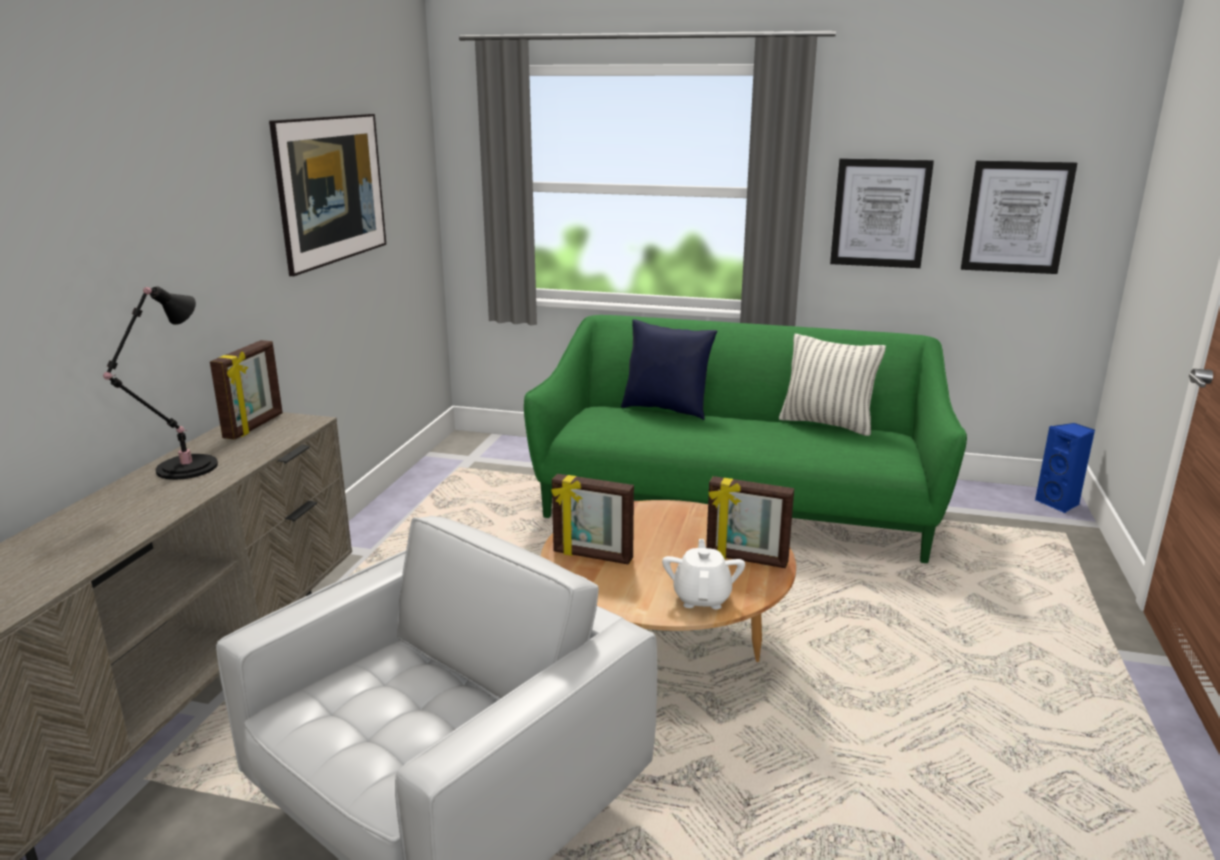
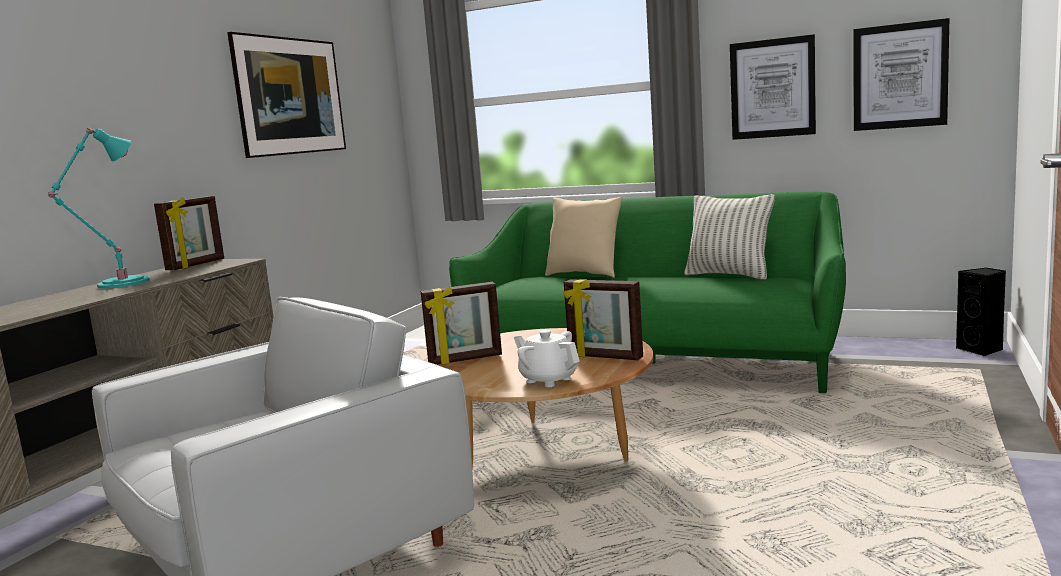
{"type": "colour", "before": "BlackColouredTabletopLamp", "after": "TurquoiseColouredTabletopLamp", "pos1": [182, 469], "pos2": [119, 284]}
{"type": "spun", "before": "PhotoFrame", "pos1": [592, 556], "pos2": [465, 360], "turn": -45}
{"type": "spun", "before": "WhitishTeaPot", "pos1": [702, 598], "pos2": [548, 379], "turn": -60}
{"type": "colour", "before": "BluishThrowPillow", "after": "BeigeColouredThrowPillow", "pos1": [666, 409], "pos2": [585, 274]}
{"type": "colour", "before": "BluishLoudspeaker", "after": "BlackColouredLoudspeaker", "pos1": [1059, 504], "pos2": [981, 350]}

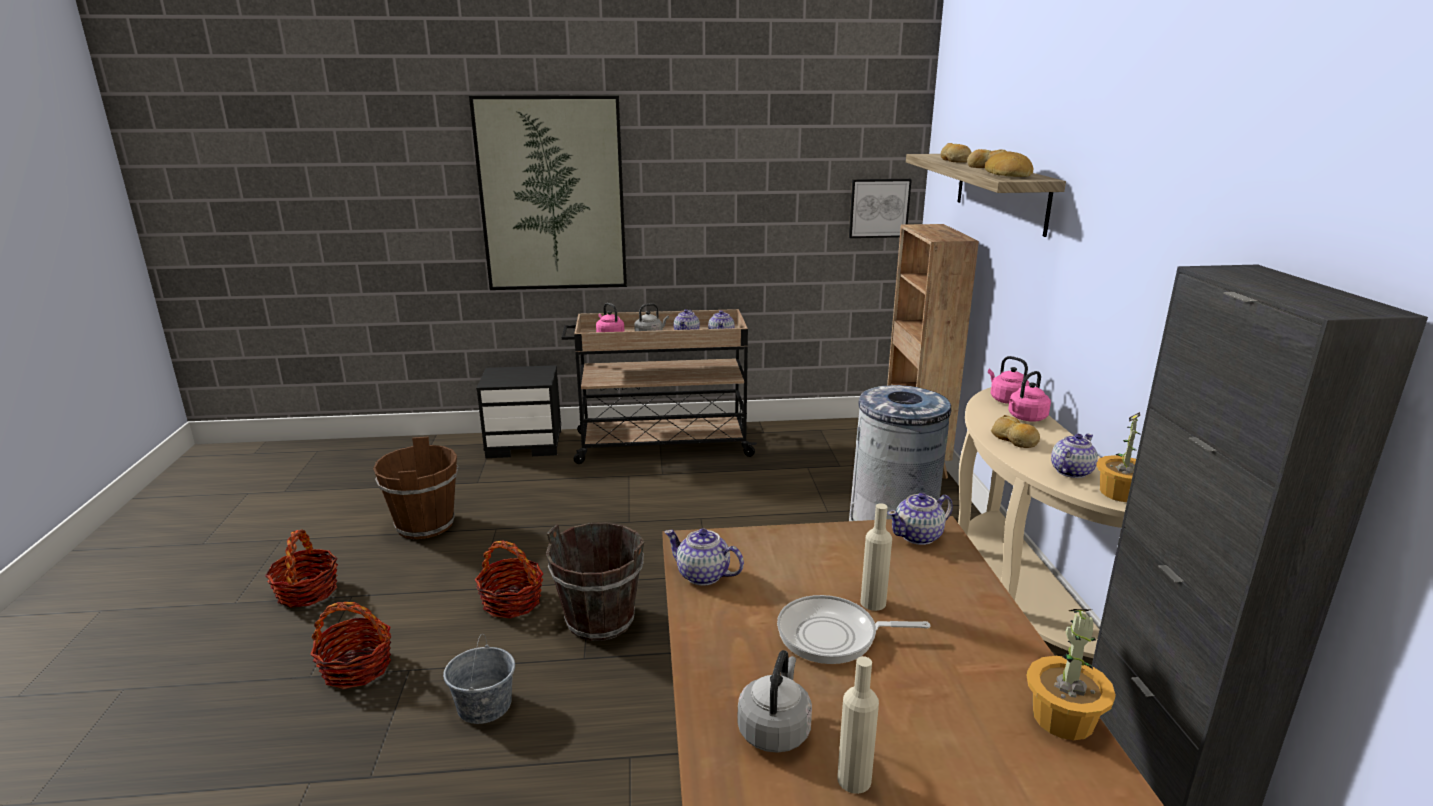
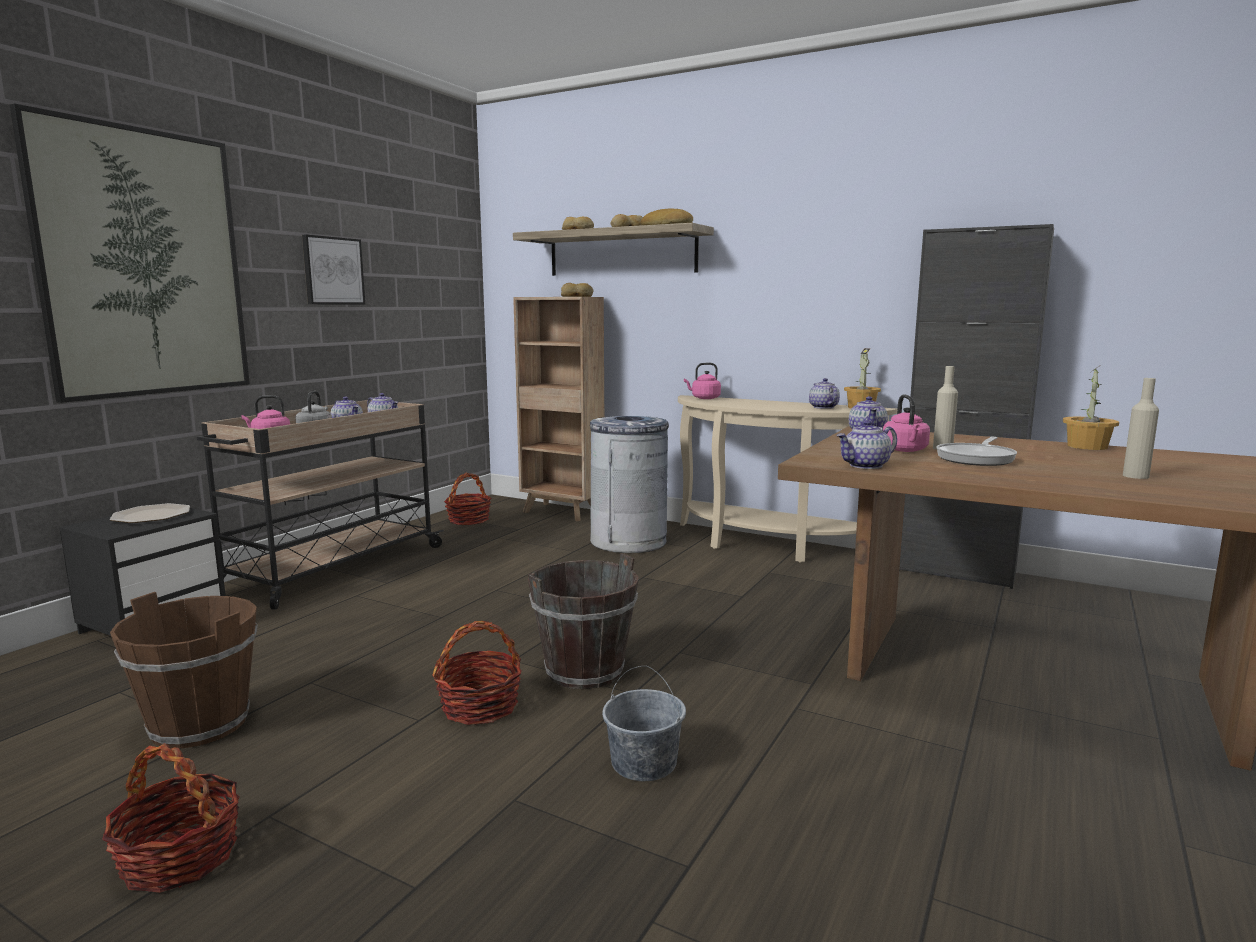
{"type": "appeared", "after": "Plate", "pos2": [152, 515]}
{"type": "relocated", "before": "Picture", "pos1": [878, 208], "pos2": [332, 271]}
{"type": "relocated", "before": "StorageBasket", "pos1": [357, 668], "pos2": [468, 520]}
{"type": "relocated", "before": "Bread", "pos1": [1014, 440], "pos2": [577, 296]}
{"type": "relocated", "before": "PinkTeaKettle", "pos1": [1025, 418], "pos2": [905, 450]}
{"type": "missing", "before": "GreyishTeaKettle", "pos1": [775, 729]}

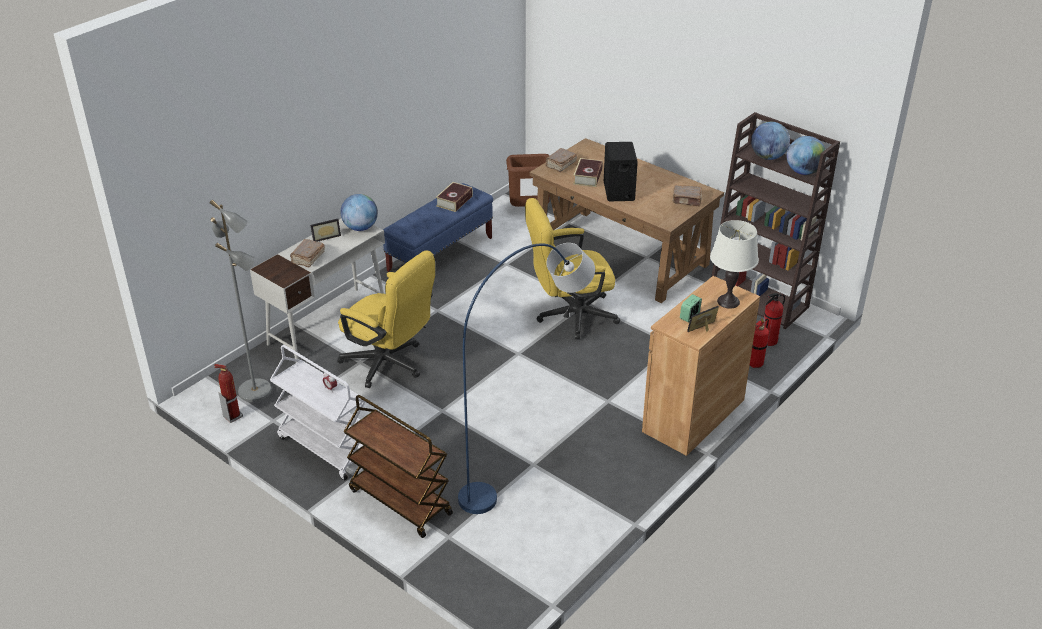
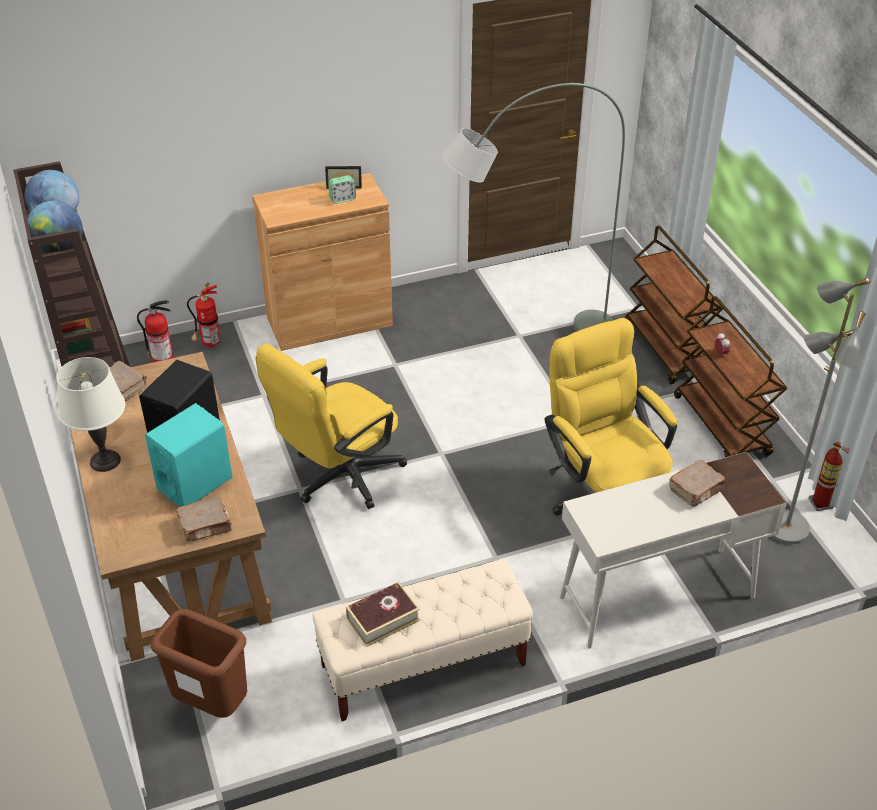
{"type": "relocated", "before": "WhitishTabletopLamp", "pos1": [728, 301], "pos2": [105, 461]}
{"type": "exchanged", "before": "Book", "after": "TurquoiseColouredLoudspeaker", "pos1": [588, 177], "pos2": [195, 483]}
{"type": "spun", "before": "YellowishOfficeChair", "pos1": [569, 316], "pos2": [338, 478], "turn": 120}
{"type": "colour", "before": "BluishBench", "after": "BeigeColouredBench", "pos1": [440, 254], "pos2": [423, 666]}
{"type": "colour", "before": "BluishStandardLamp", "after": "GreyishStandardLamp", "pos1": [527, 462], "pos2": [523, 339]}
{"type": "colour", "before": "WhitishCart", "after": "BrownColouredCart", "pos1": [325, 448], "pos2": [722, 426]}
{"type": "missing", "before": "PhotoFrame", "pos1": [325, 236]}
{"type": "missing", "before": "Globe", "pos1": [360, 227]}

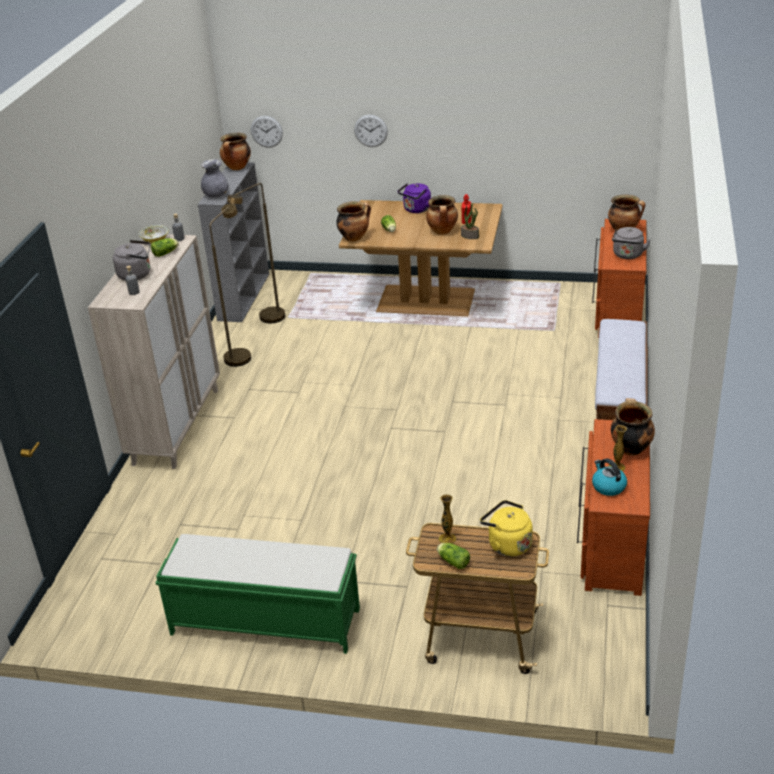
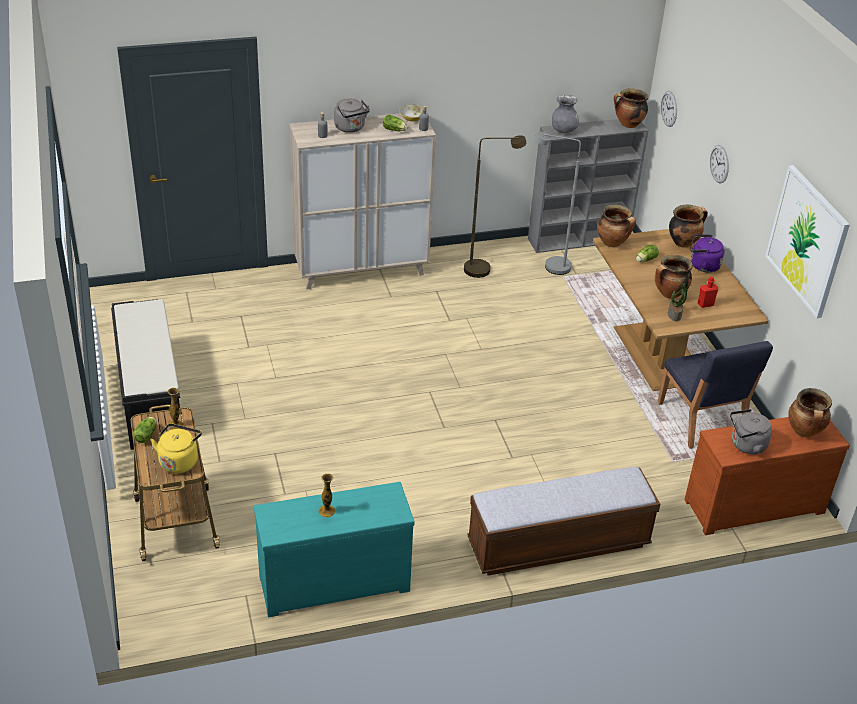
{"type": "colour", "before": "GreenColouredBench", "after": "BlackColouredBench", "pos1": [264, 621], "pos2": [150, 395]}
{"type": "colour", "before": "BrownColouredChestOfDrawers", "after": "TurquoiseColouredChestOfDrawers", "pos1": [610, 543], "pos2": [333, 580]}
{"type": "colour", "before": "BrownColouredStandardLamp", "after": "GreyishStandardLamp", "pos1": [268, 320], "pos2": [550, 266]}
{"type": "appeared", "after": "BluishPlainChair", "pos2": [701, 421]}
{"type": "relocated", "before": "CookingPot", "pos1": [630, 448], "pos2": [683, 242]}
{"type": "appeared", "after": "Picture", "pos2": [807, 241]}
{"type": "missing", "before": "TeaKettle", "pos1": [608, 486]}

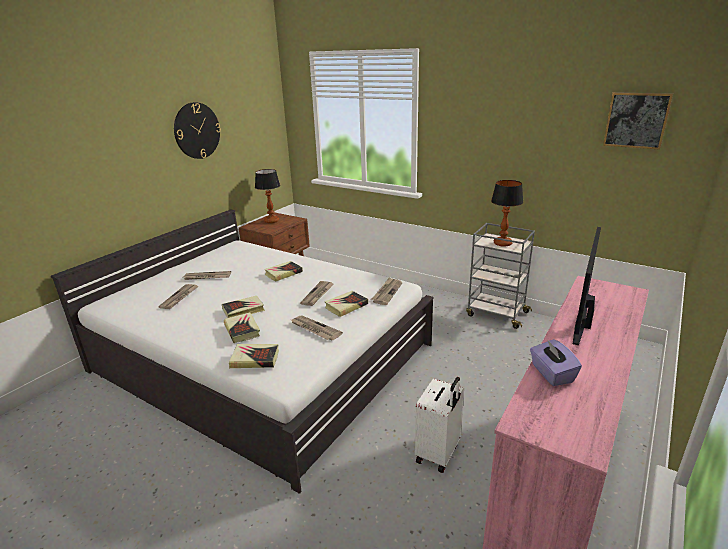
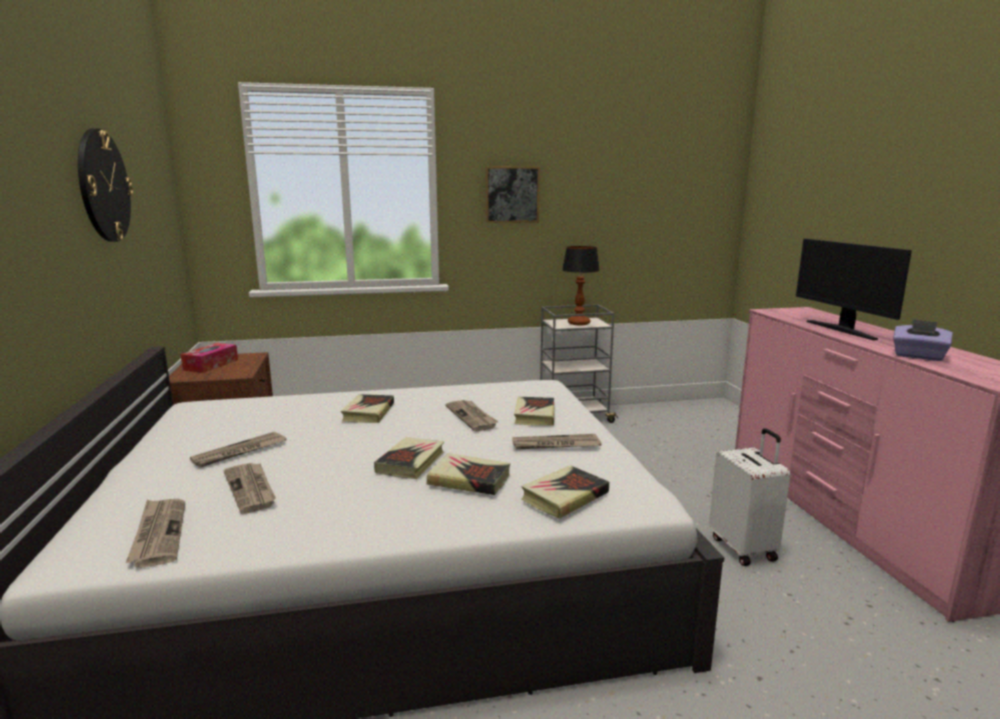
{"type": "relocated", "before": "Newspaper", "pos1": [387, 292], "pos2": [158, 534]}
{"type": "exchanged", "before": "TabletopLamp", "after": "TissueHolder", "pos1": [271, 221], "pos2": [211, 365]}
{"type": "relocated", "before": "Picture", "pos1": [636, 120], "pos2": [512, 194]}

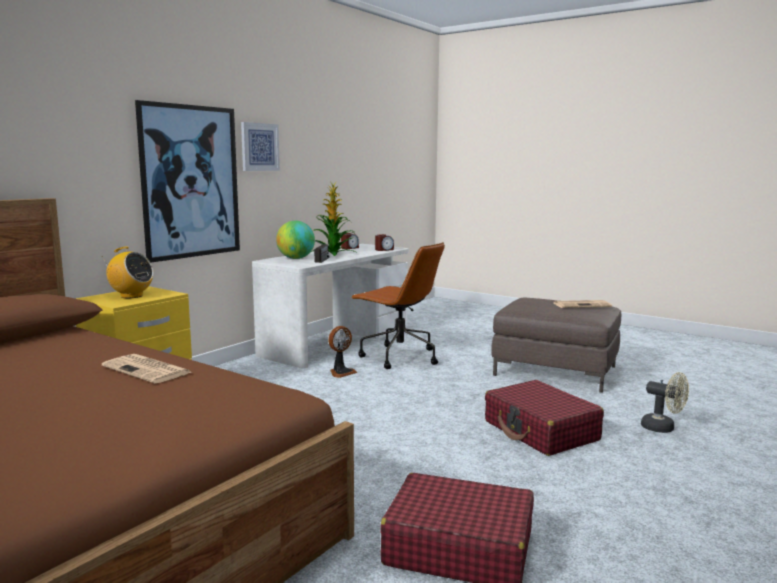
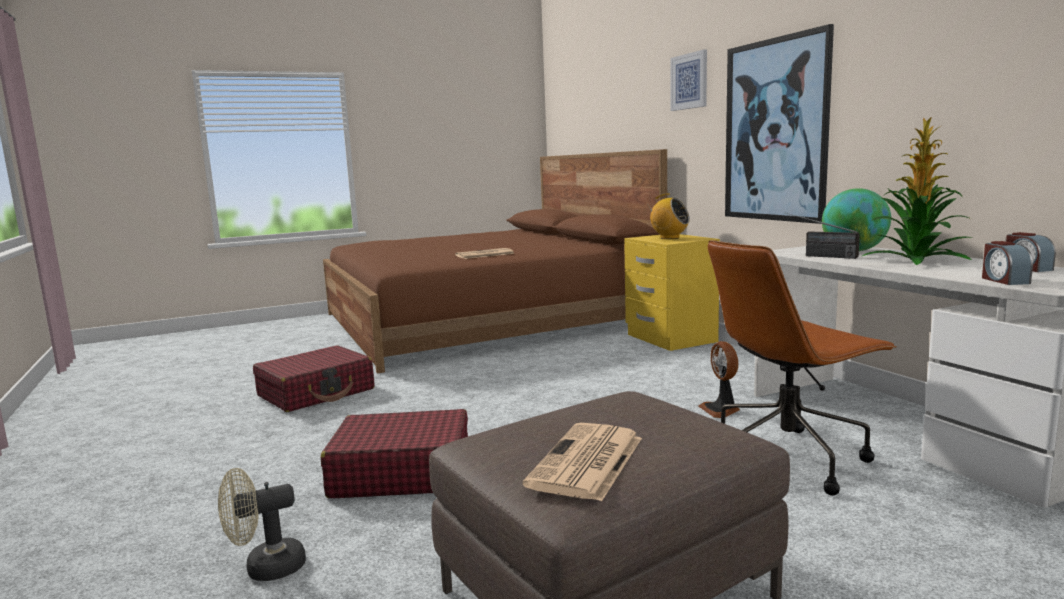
{"type": "spun", "before": "Radio", "pos1": [131, 296], "pos2": [669, 238], "turn": -105}
{"type": "relocated", "before": "Picture", "pos1": [259, 147], "pos2": [689, 81]}

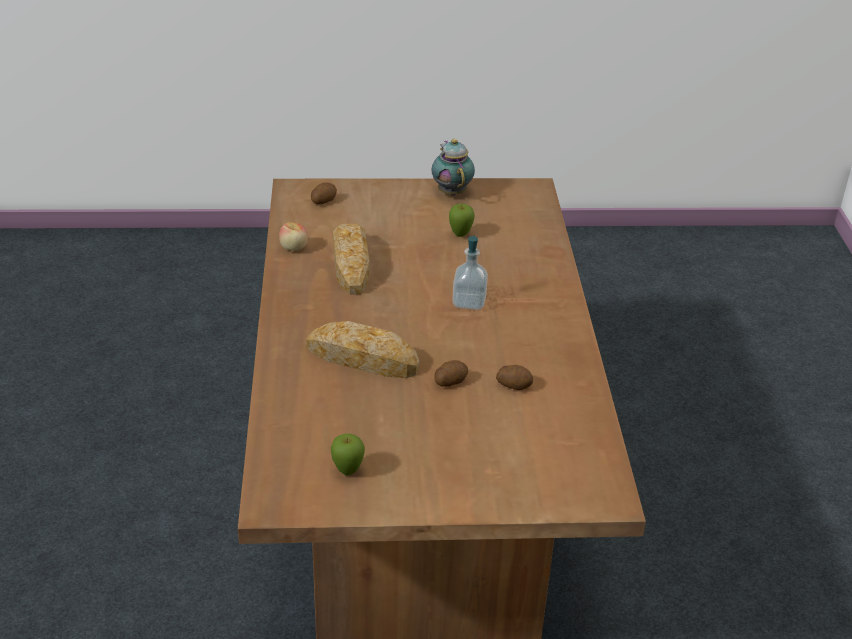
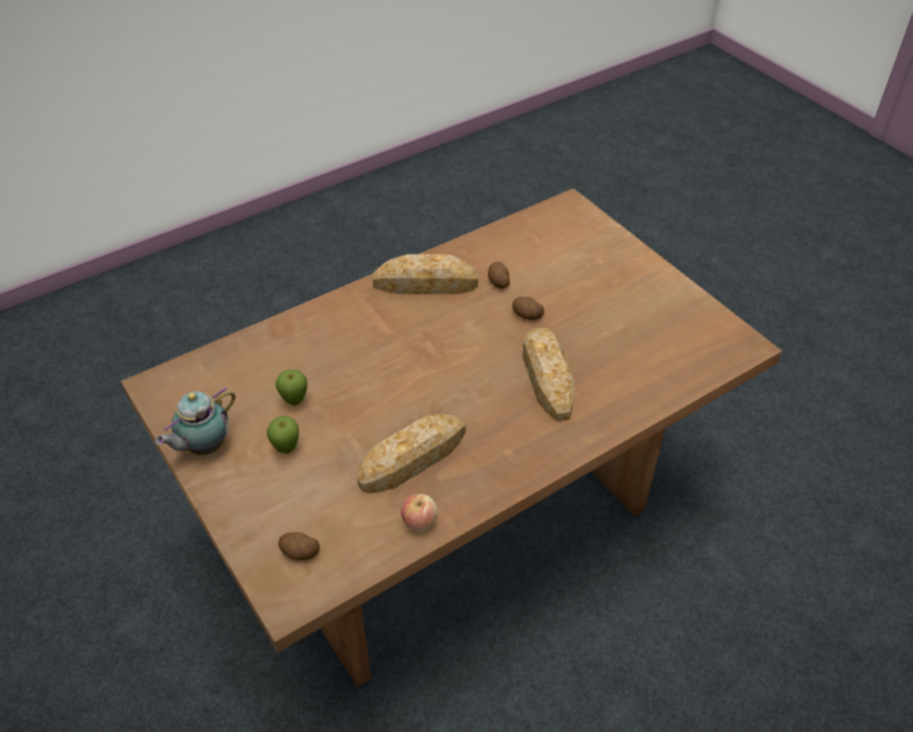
{"type": "relocated", "before": "Apple", "pos1": [348, 471], "pos2": [286, 449]}
{"type": "appeared", "after": "Bread", "pos2": [425, 283]}
{"type": "missing", "before": "SoapDispenser", "pos1": [469, 302]}

